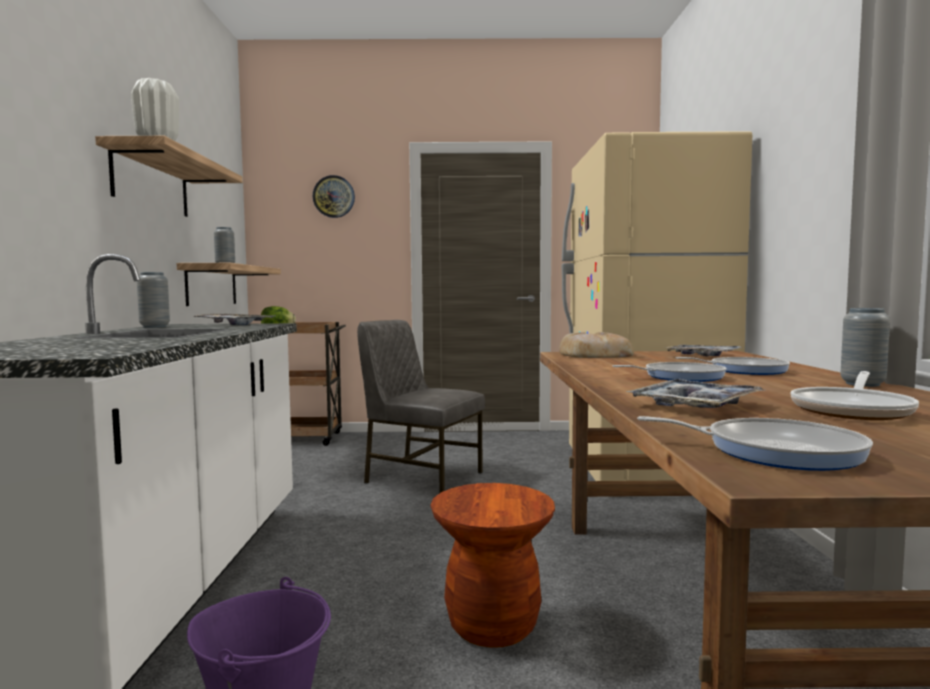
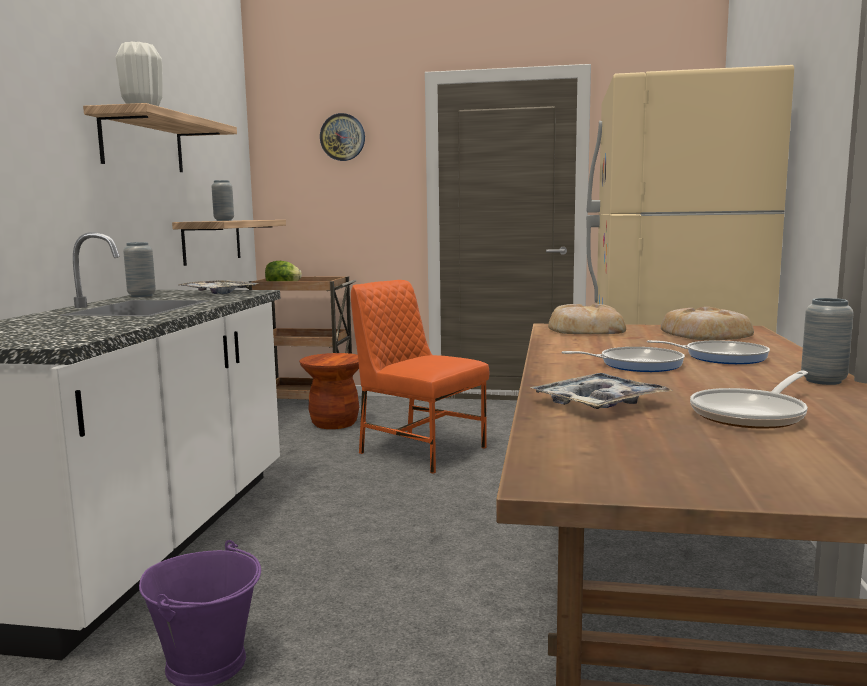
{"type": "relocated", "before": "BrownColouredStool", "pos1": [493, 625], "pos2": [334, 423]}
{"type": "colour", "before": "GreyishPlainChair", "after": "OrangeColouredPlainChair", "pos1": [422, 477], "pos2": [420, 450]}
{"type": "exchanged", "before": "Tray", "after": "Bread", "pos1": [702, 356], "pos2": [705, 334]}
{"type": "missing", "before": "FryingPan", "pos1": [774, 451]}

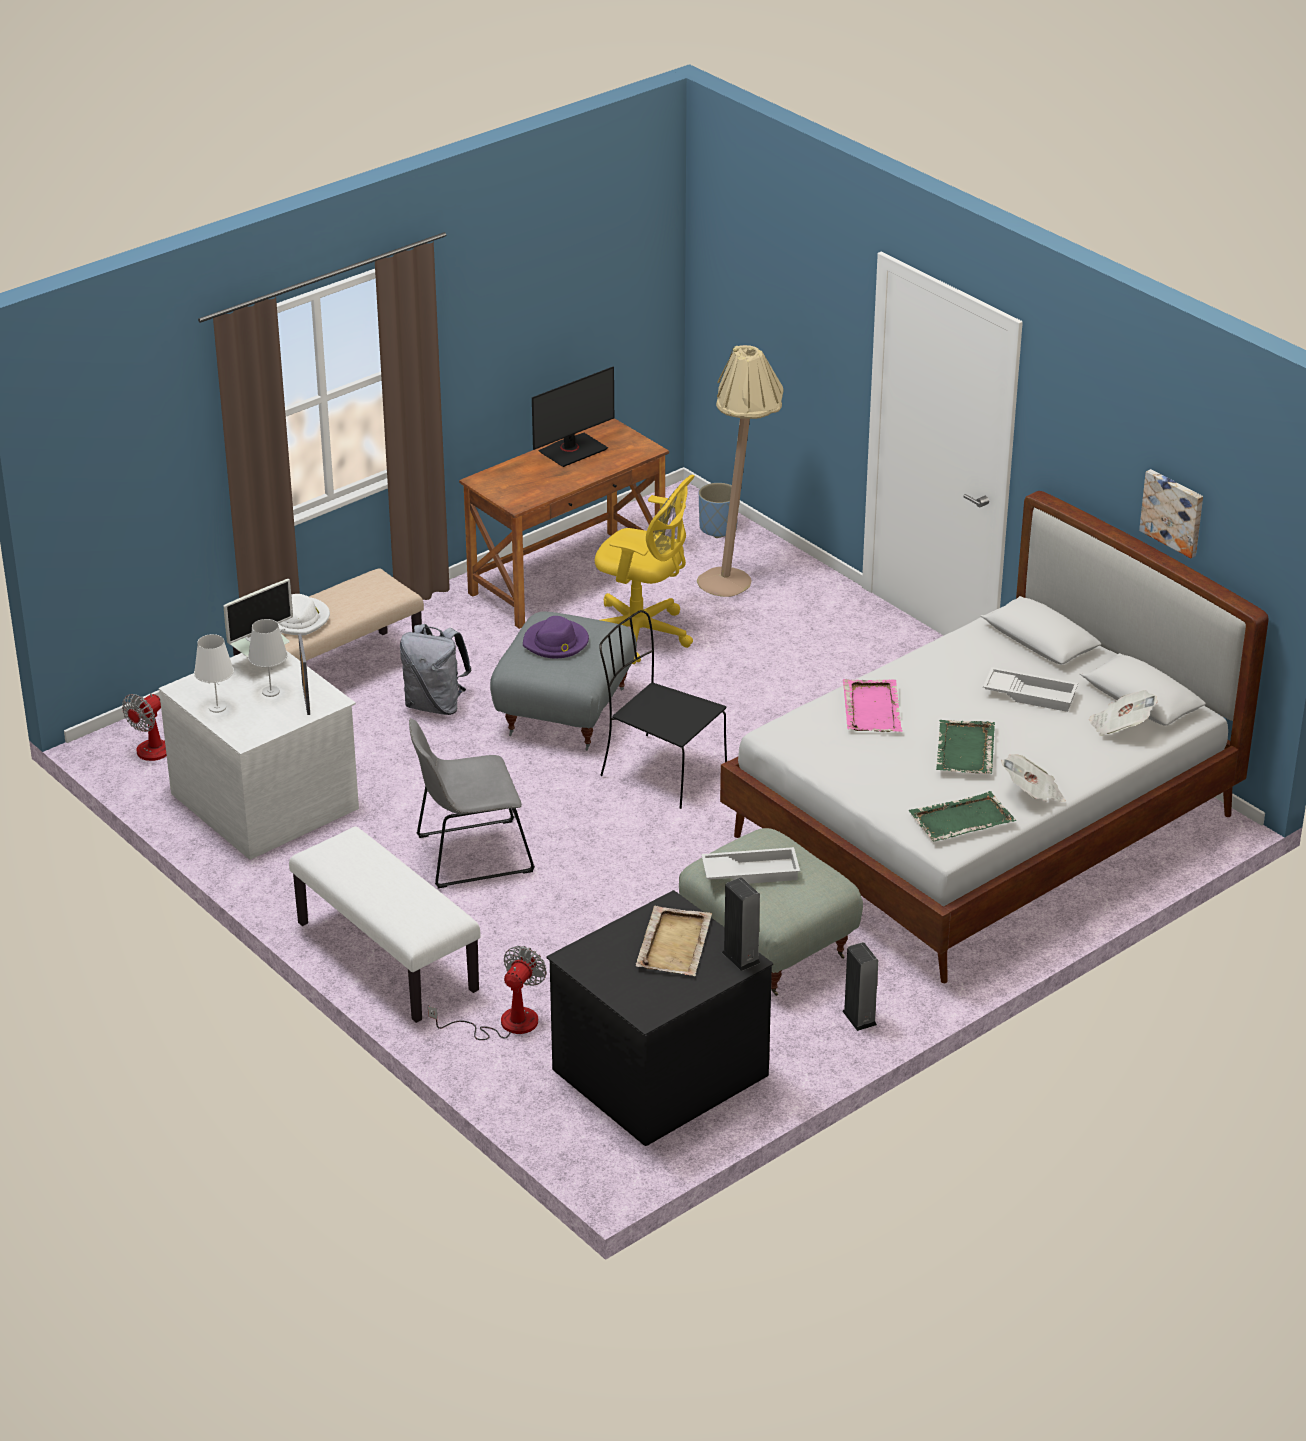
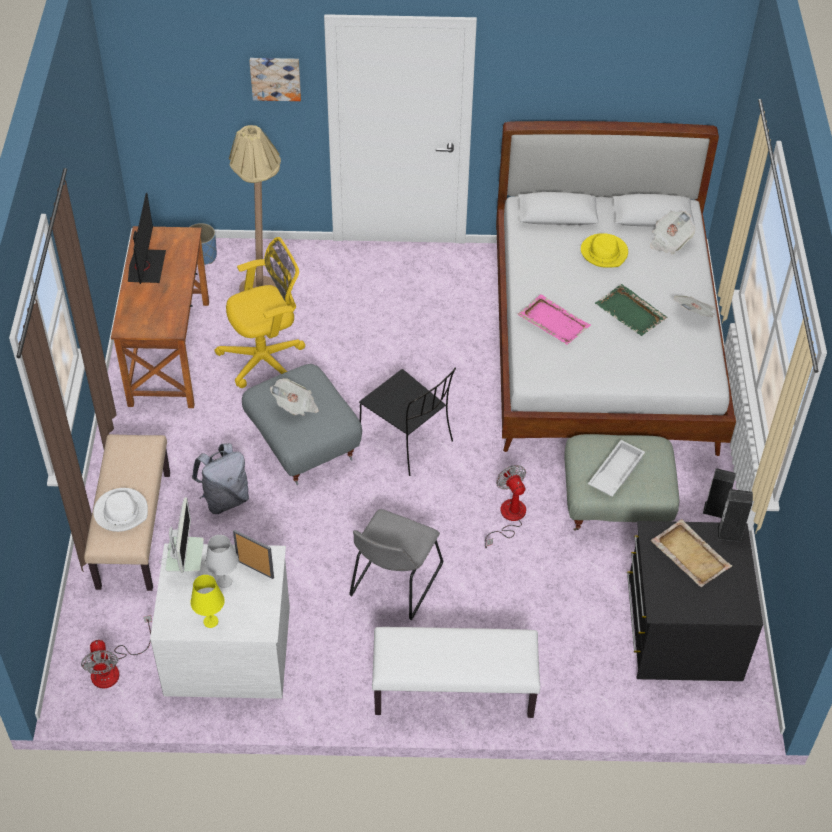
{"type": "colour", "before": "WhitishTabletopLamp", "after": "YellowishTabletopLamp", "pos1": [217, 707], "pos2": [211, 621]}
{"type": "relocated", "before": "Picture", "pos1": [1173, 512], "pos2": [275, 77]}
{"type": "exchanged", "before": "PurplishHat", "after": "Newspaper", "pos1": [556, 642], "pos2": [295, 406]}
{"type": "spun", "before": "BlackColouredPlainChair", "pos1": [660, 770], "pos2": [407, 441], "turn": -120}
{"type": "relocated", "before": "ElectricFan", "pos1": [504, 1023], "pos2": [508, 517]}
{"type": "exchanged", "before": "WhitishTray", "after": "YellowishHat", "pos1": [1030, 694], "pos2": [604, 253]}
{"type": "missing", "before": "GreenColouredTray", "pos1": [961, 820]}

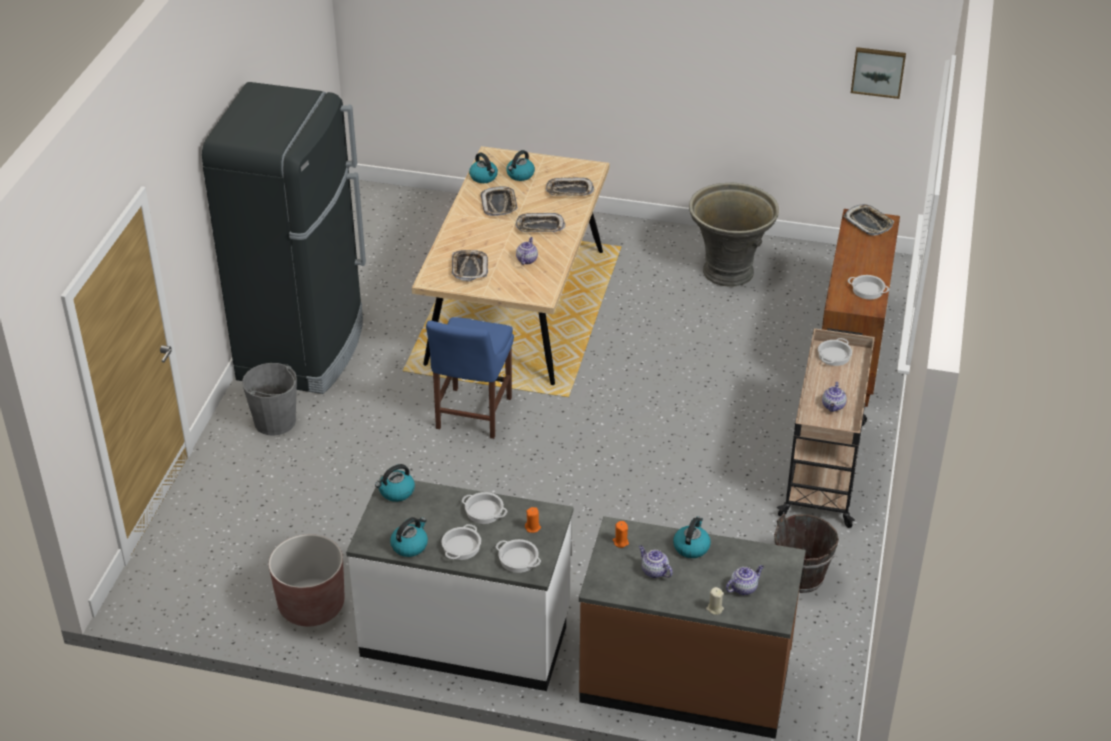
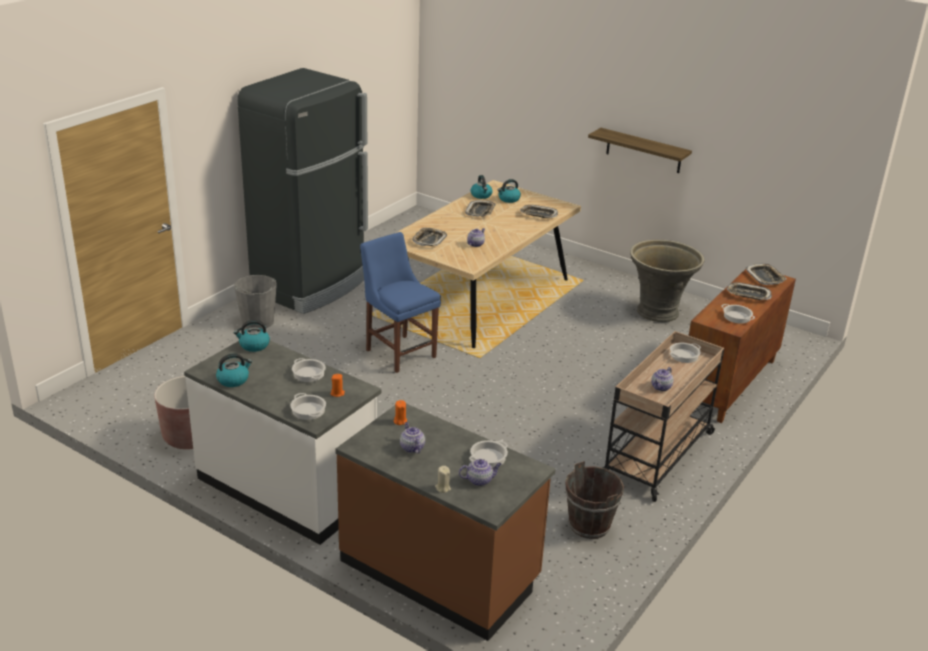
{"type": "spun", "before": "BluishPlainChair", "pos1": [472, 415], "pos2": [399, 352], "turn": 105}
{"type": "relocated", "before": "CookingPot", "pos1": [461, 546], "pos2": [488, 457]}
{"type": "appeared", "after": "WallShelf", "pos2": [643, 151]}
{"type": "relocated", "before": "Tray", "pos1": [540, 227], "pos2": [748, 295]}
{"type": "missing", "before": "TeaKettle", "pos1": [691, 547]}
{"type": "missing", "before": "Picture", "pos1": [878, 71]}

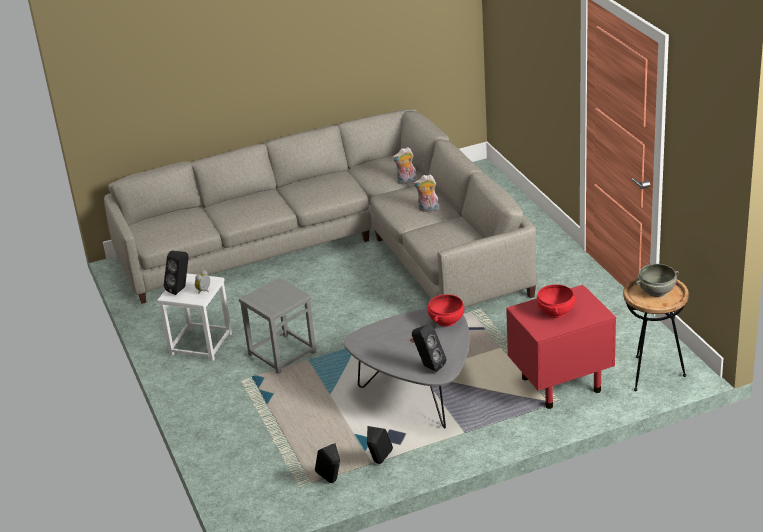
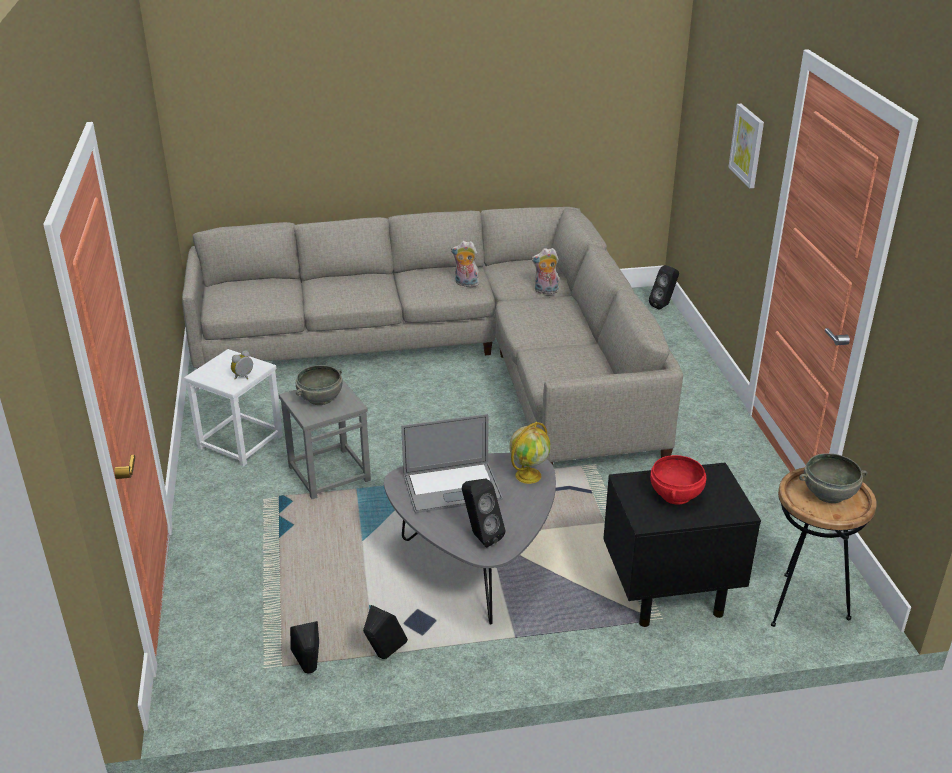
{"type": "appeared", "after": "GreyishDeepDish", "pos2": [320, 398]}
{"type": "appeared", "after": "PortableComputer", "pos2": [452, 488]}
{"type": "relocated", "before": "CuddlyToy", "pos1": [428, 210], "pos2": [465, 284]}
{"type": "exchanged", "before": "RedDeepDish", "after": "Globe", "pos1": [446, 320], "pos2": [528, 475]}
{"type": "colour", "before": "RedNightstand", "after": "BlackColouredNightstand", "pos1": [560, 385], "pos2": [668, 594]}
{"type": "relocated", "before": "BlackColouredLoudspeaker", "pos1": [181, 289], "pos2": [663, 305]}
{"type": "appeared", "after": "Picture", "pos2": [747, 145]}

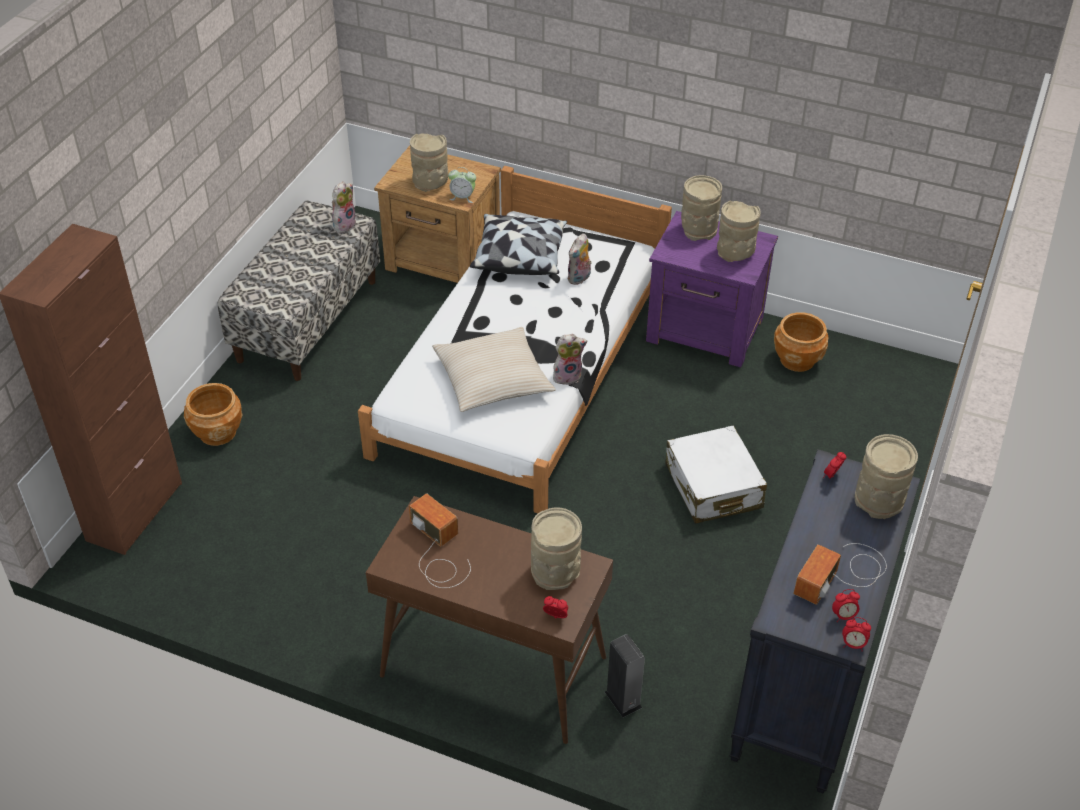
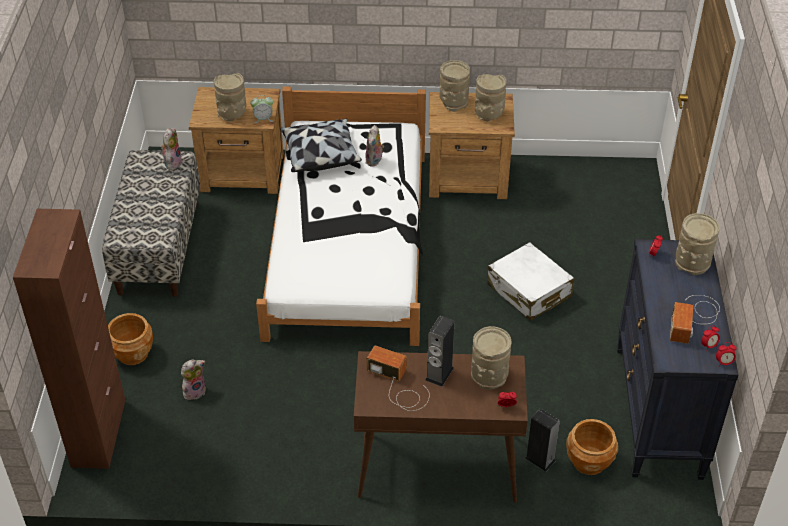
{"type": "relocated", "before": "CuddlyToy", "pos1": [567, 376], "pos2": [194, 391]}
{"type": "appeared", "after": "Loudspeaker", "pos2": [439, 373]}
{"type": "colour", "before": "PurplishNightstand", "after": "BrownColouredNightstand", "pos1": [706, 331], "pos2": [469, 179]}
{"type": "relocated", "before": "BrownColouredPlanter", "pos1": [797, 359], "pos2": [589, 461]}
{"type": "missing", "before": "BeigeColouredThrowPillow", "pos1": [492, 379]}

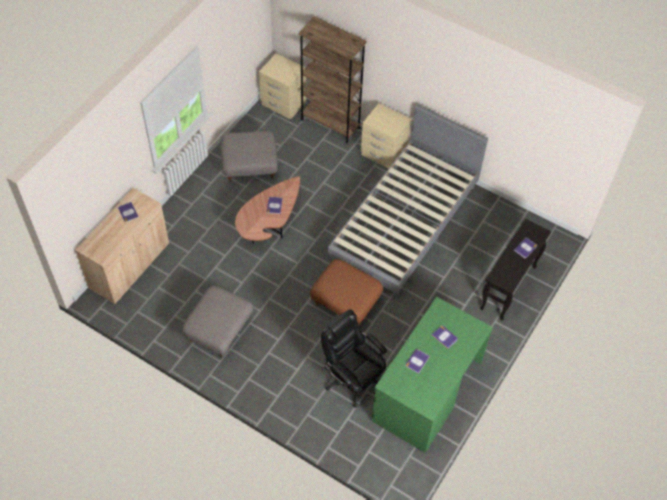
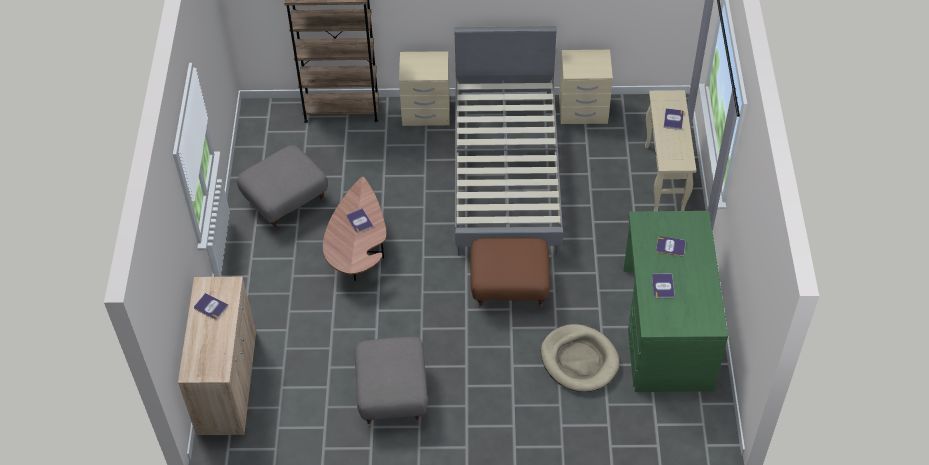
{"type": "exchanged", "before": "BlackColouredOfficeChair", "after": "BeigeColouredDogBed", "pos1": [352, 378], "pos2": [579, 360]}
{"type": "relocated", "before": "BeigeColouredNightstand", "pos1": [283, 104], "pos2": [583, 111]}
{"type": "colour", "before": "BlackColouredNarrowTable", "after": "BeigeColouredNarrowTable", "pos1": [508, 288], "pos2": [664, 181]}

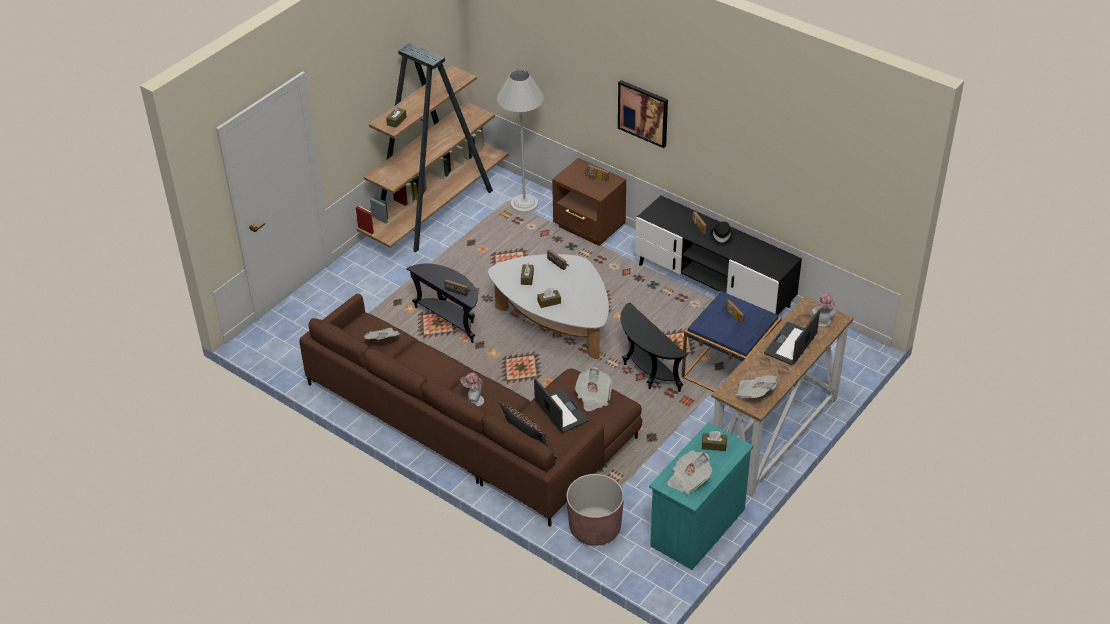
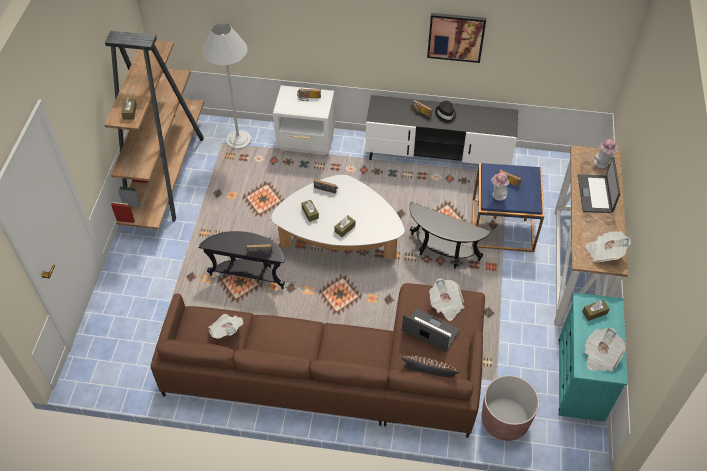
{"type": "colour", "before": "BrownColouredNightstand", "after": "WhitishNightstand", "pos1": [589, 228], "pos2": [307, 142]}
{"type": "relocated", "before": "Picture", "pos1": [643, 113], "pos2": [456, 37]}
{"type": "relocated", "before": "Hat", "pos1": [473, 400], "pos2": [497, 195]}

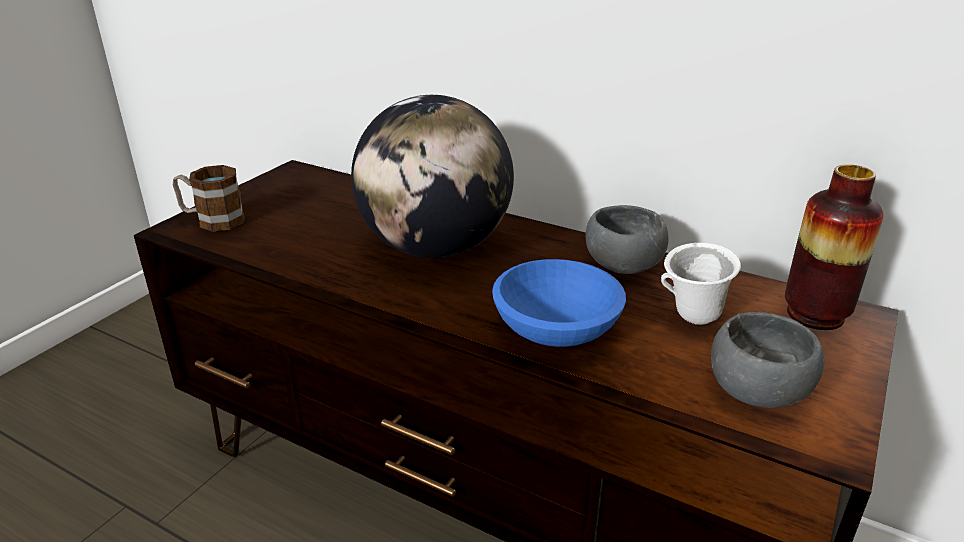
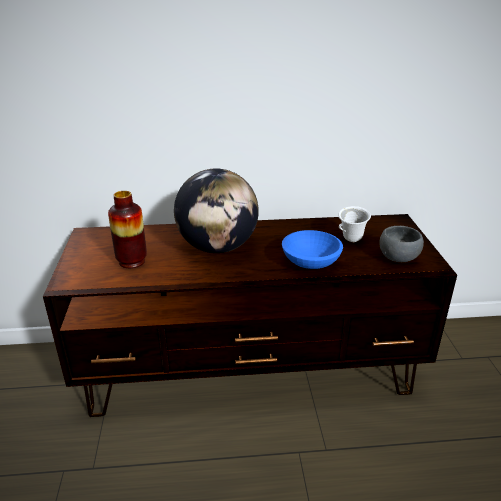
{"type": "relocated", "before": "DecorativeVase", "pos1": [815, 315], "pos2": [132, 261]}
{"type": "missing", "before": "Mug", "pos1": [212, 220]}
{"type": "missing", "before": "GreyishDeepDish", "pos1": [622, 267]}

